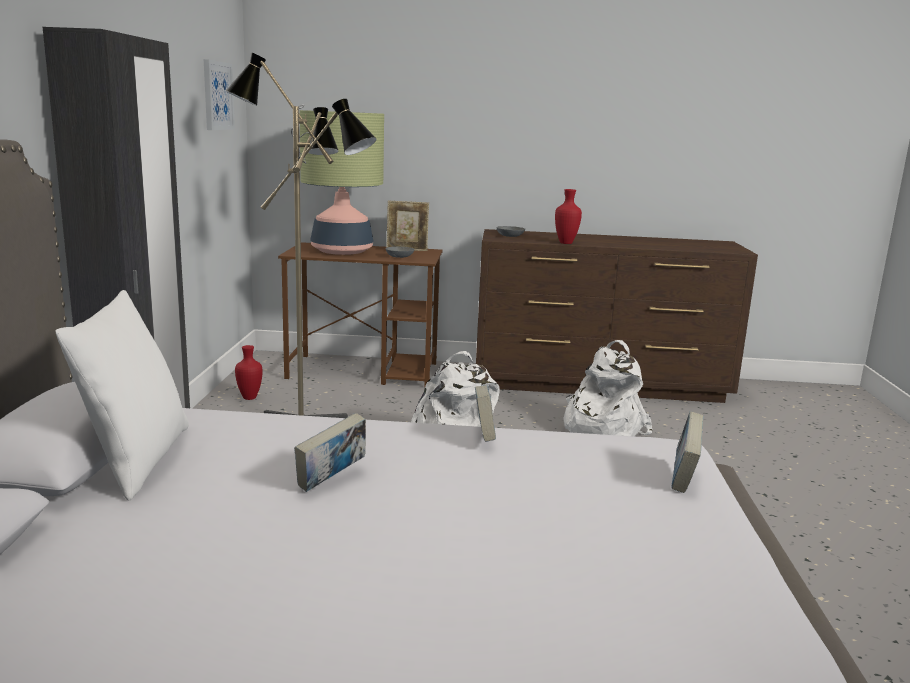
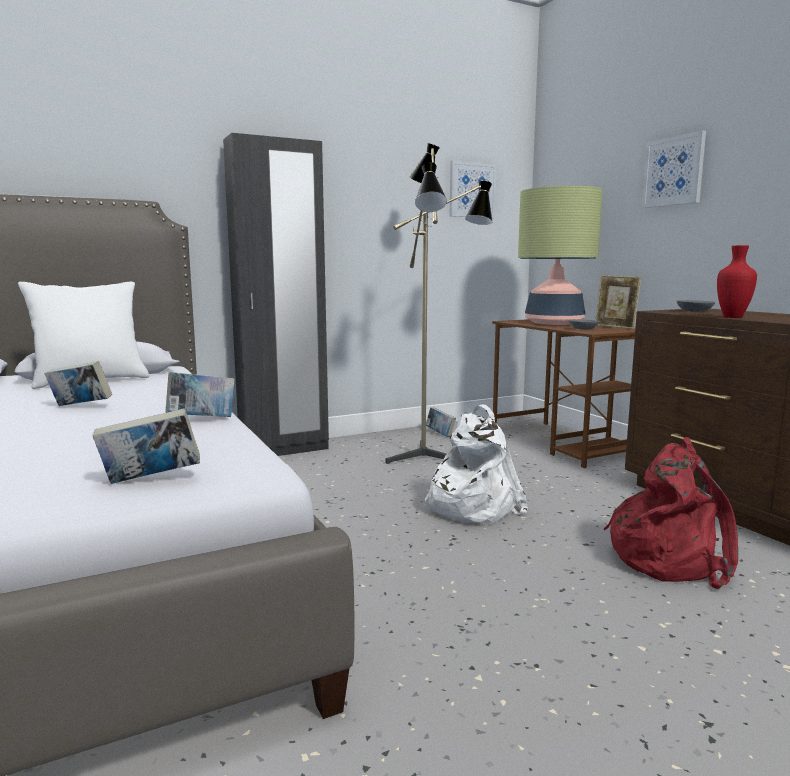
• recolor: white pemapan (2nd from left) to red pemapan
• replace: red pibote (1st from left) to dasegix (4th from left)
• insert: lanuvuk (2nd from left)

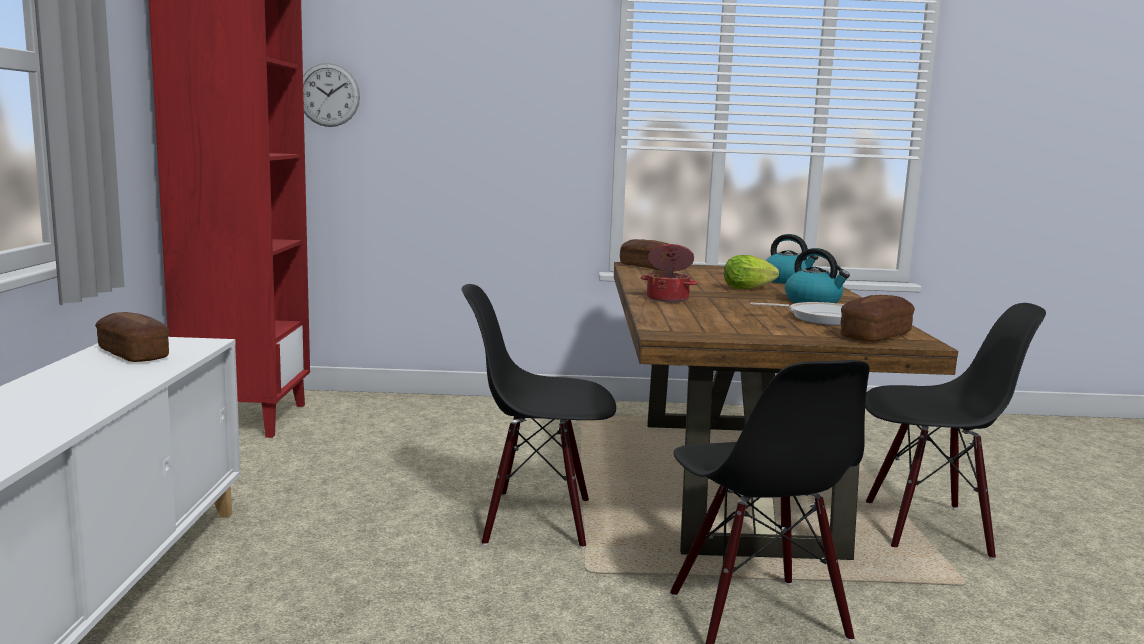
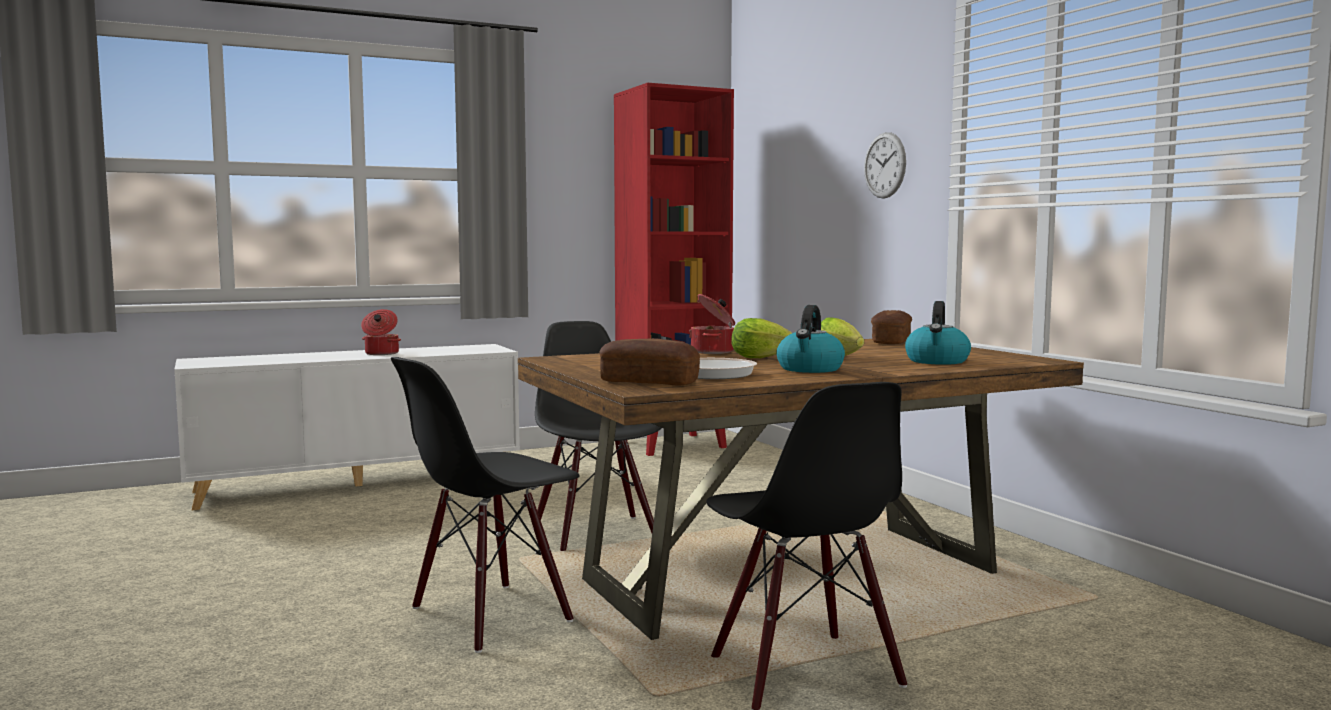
• move: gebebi
• delete: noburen (1st from left)
• insert: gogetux (1st from left)
• insert: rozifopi (1st from left)

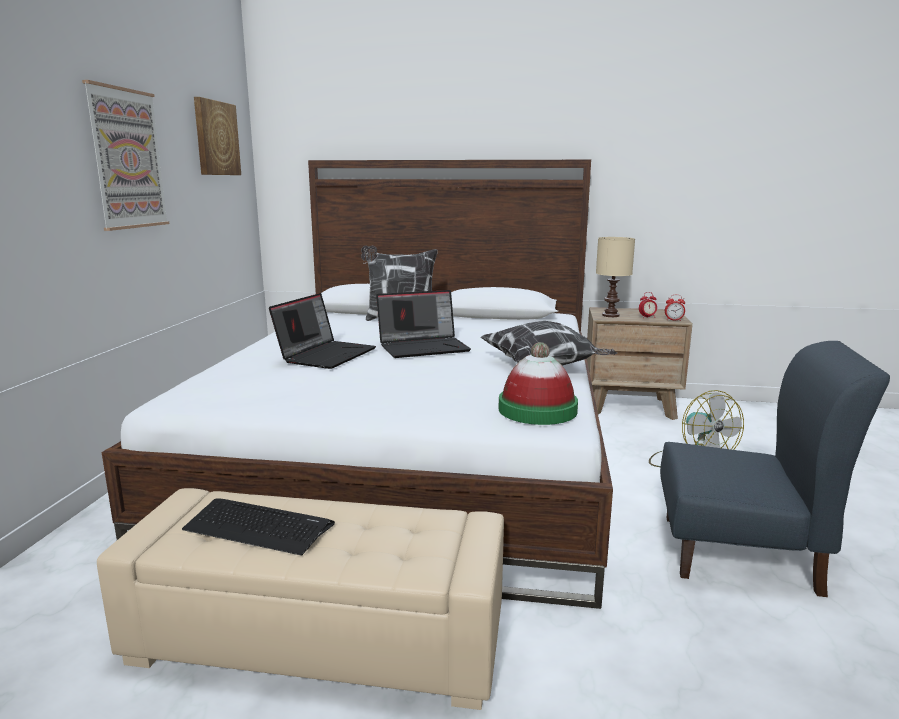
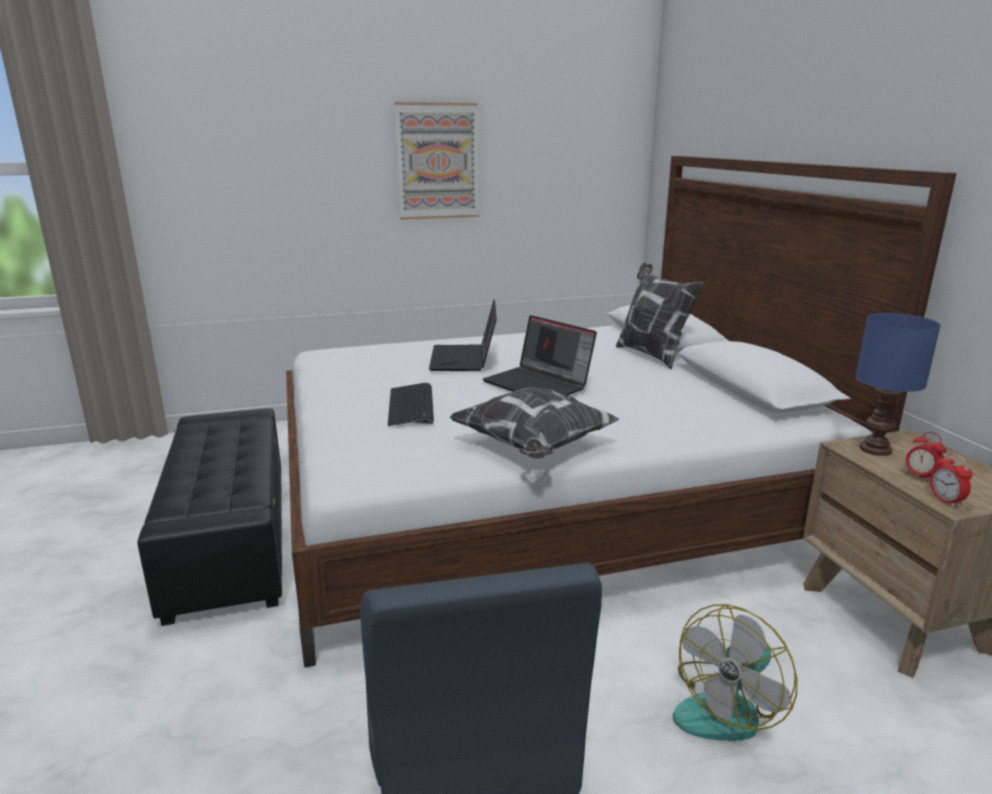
• delete: lanuvuk (2nd from left)
• recolor: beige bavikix to blue bavikix
• rotate: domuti (1st from left) 90 degrees clockwise
• delete: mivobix
• recolor: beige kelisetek to black kelisetek
• move: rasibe

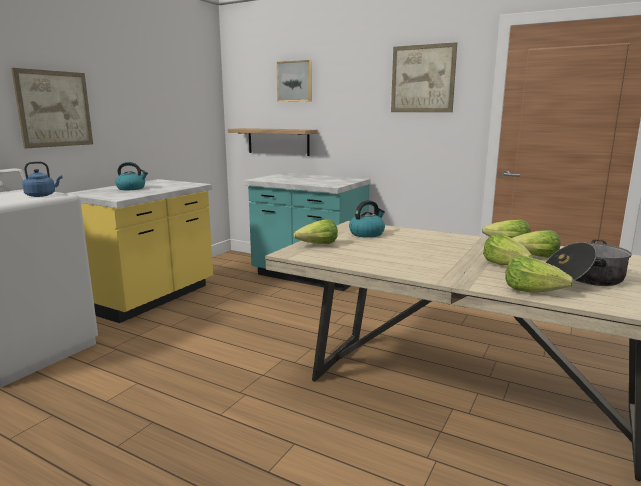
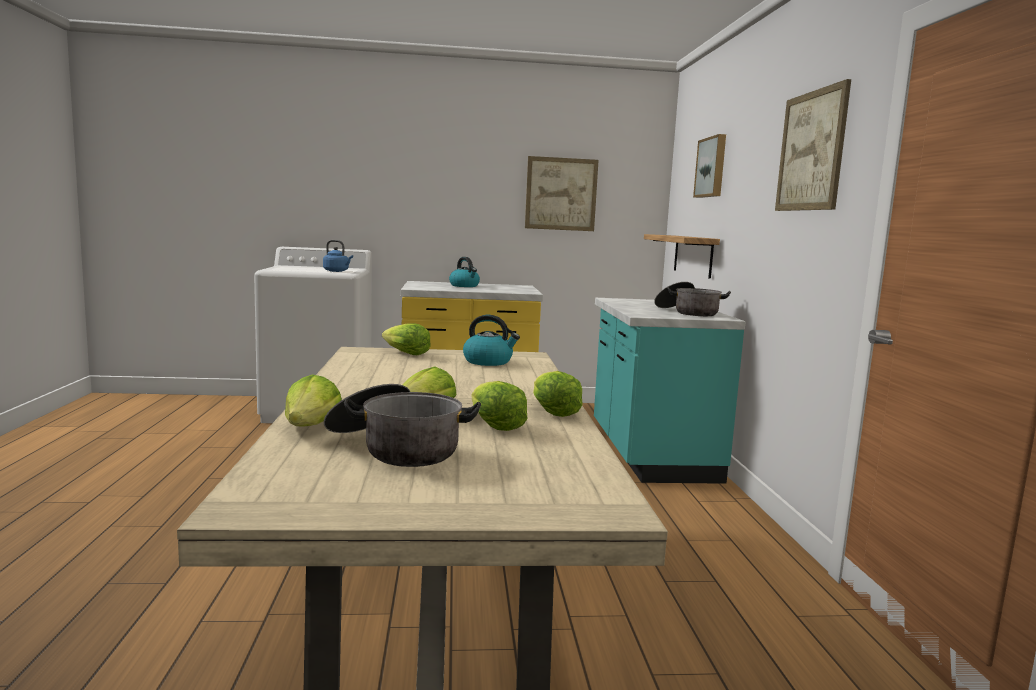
• move: lanuvuk (1st from left)
• insert: gogetux (2nd from left)

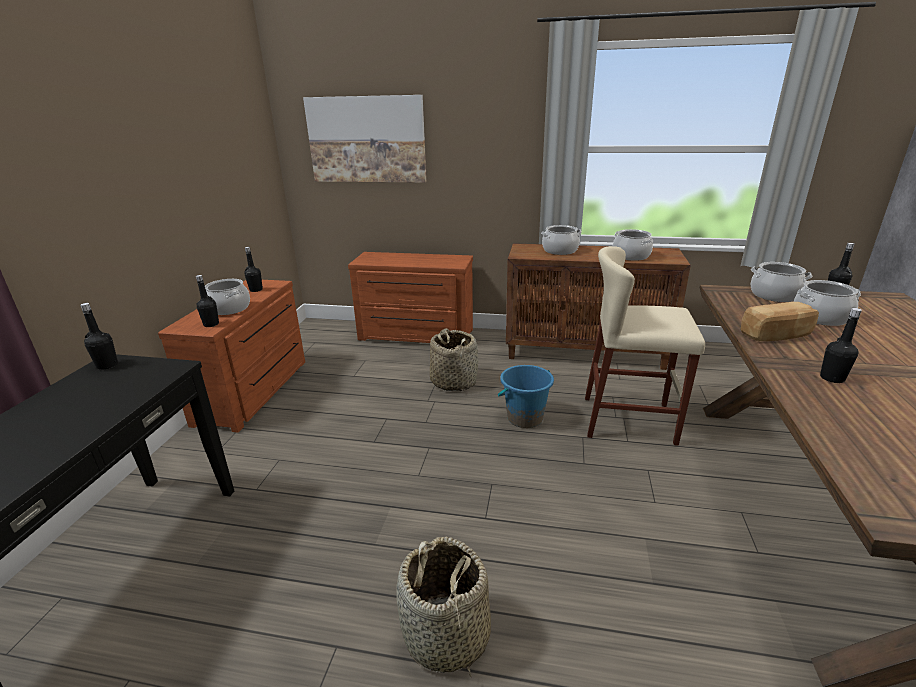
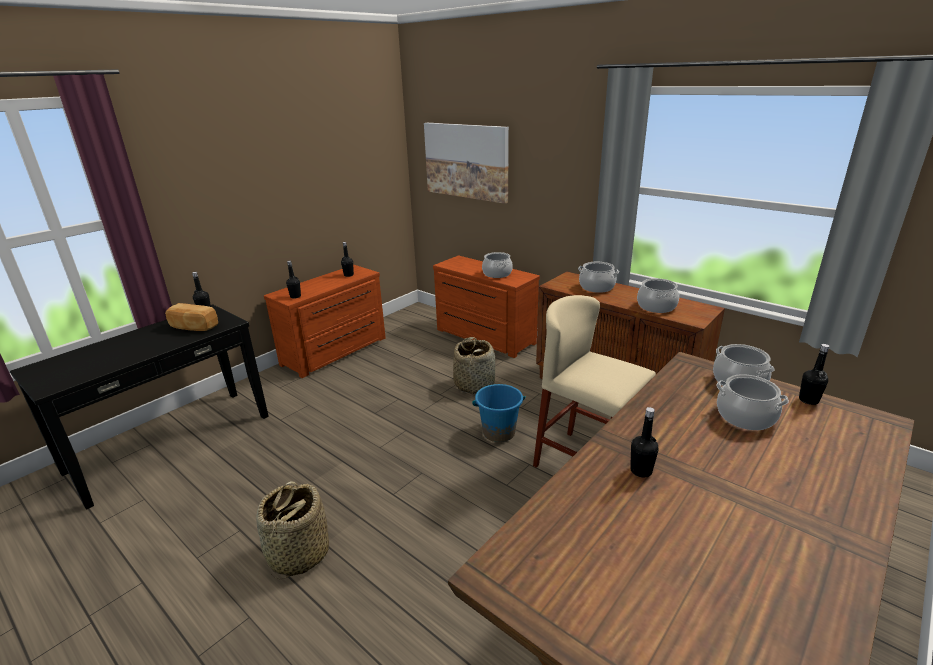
• move: gogetux (1st from left)
• move: noburen

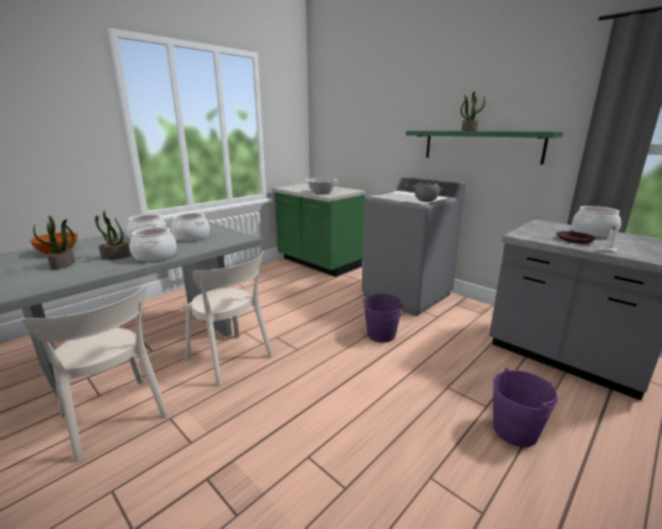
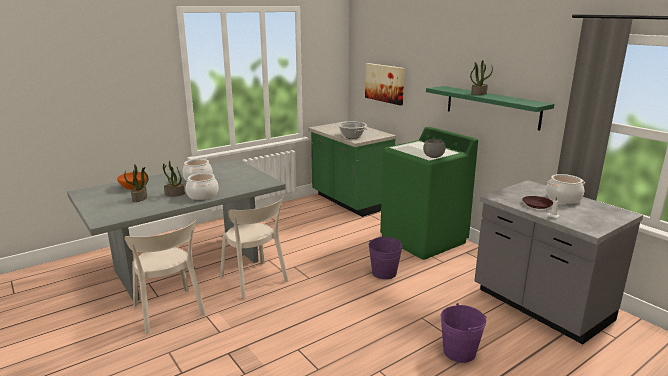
• recolor: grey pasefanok to green pasefanok
• delete: gogetux (3rd from left)
• insert: lanuvuk

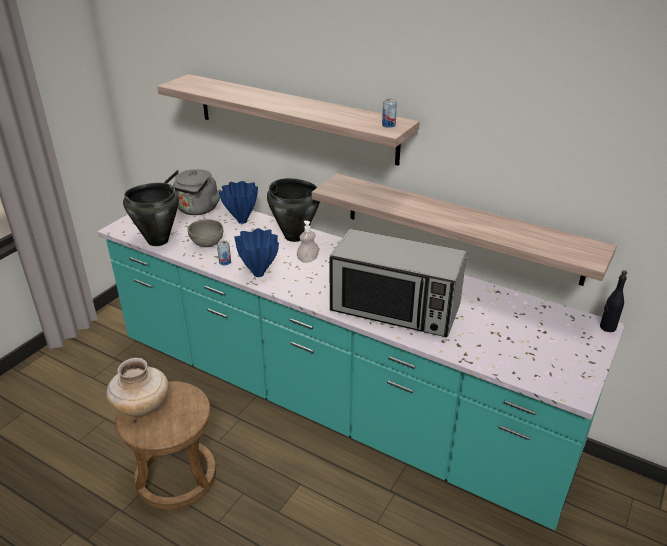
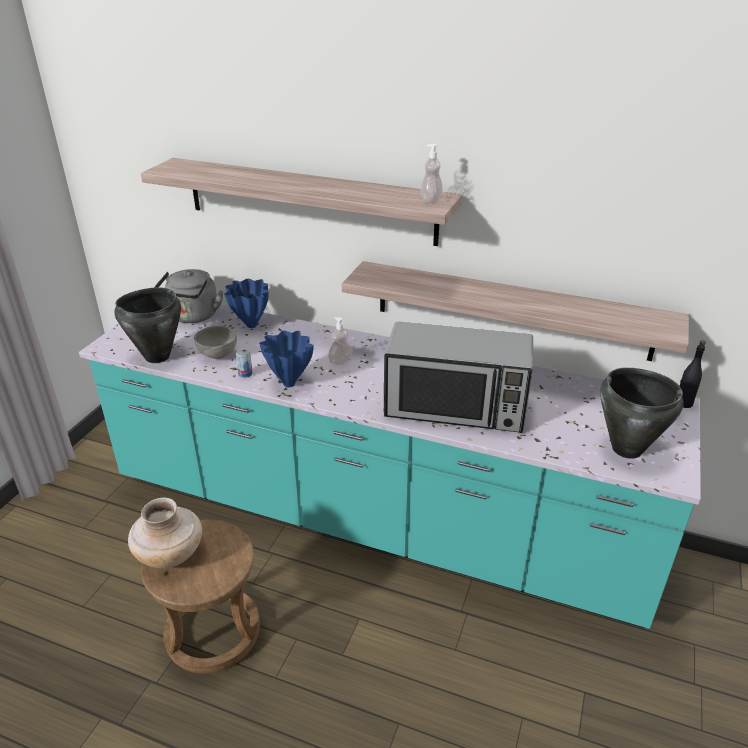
• replace: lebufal (2nd from left) to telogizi (2nd from left)
• move: black gogetux (2nd from left)

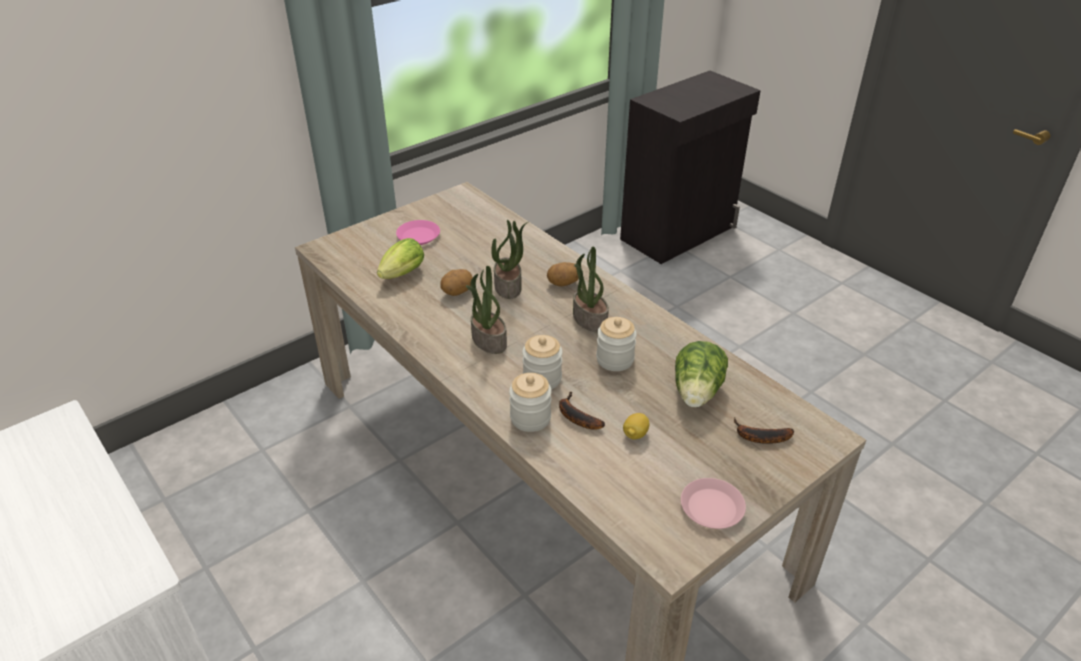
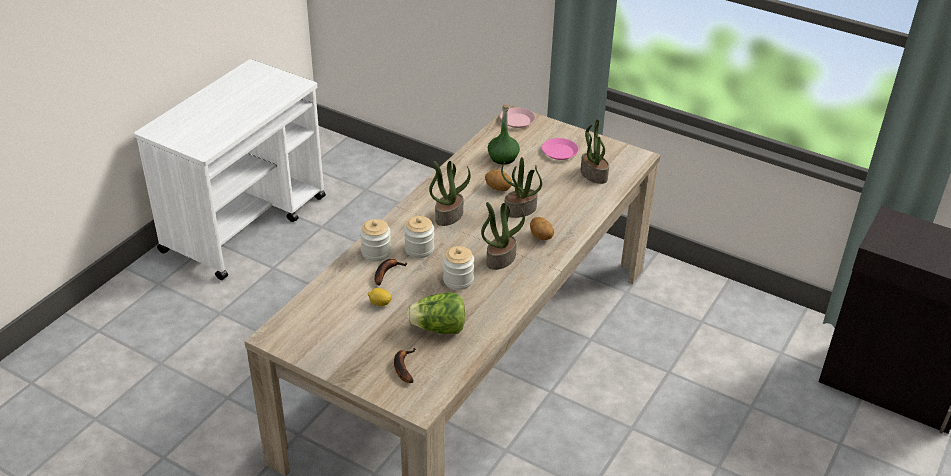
• replace: rozifopi (1st from left) to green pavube
• move: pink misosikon (2nd from left in the first image) to pink misosikon (1st from left)
• insert: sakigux (4th from left)

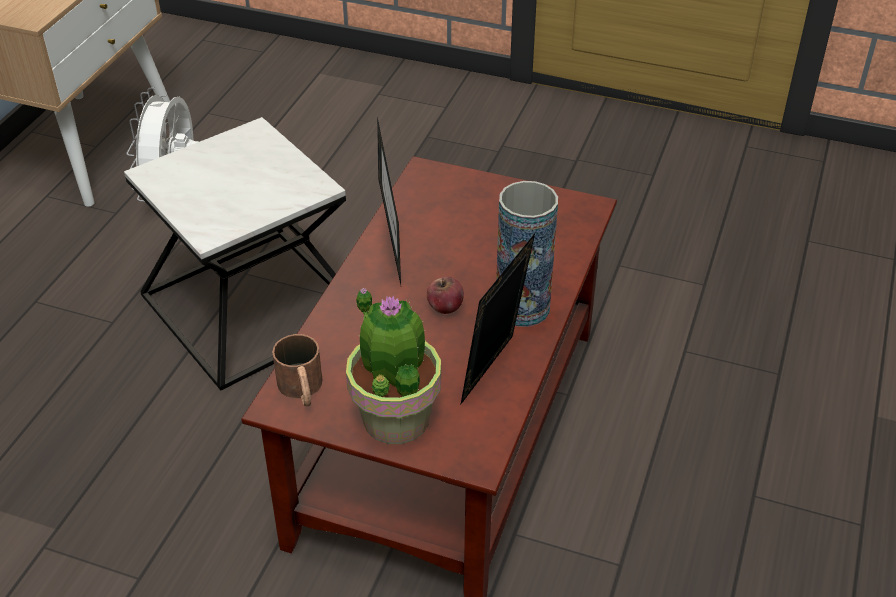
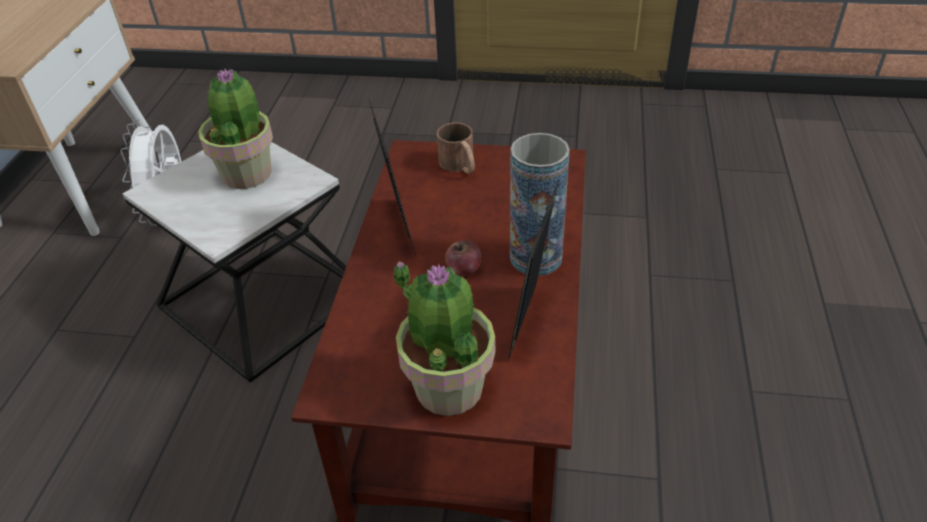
• move: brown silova
• insert: sakigux (1st from left)

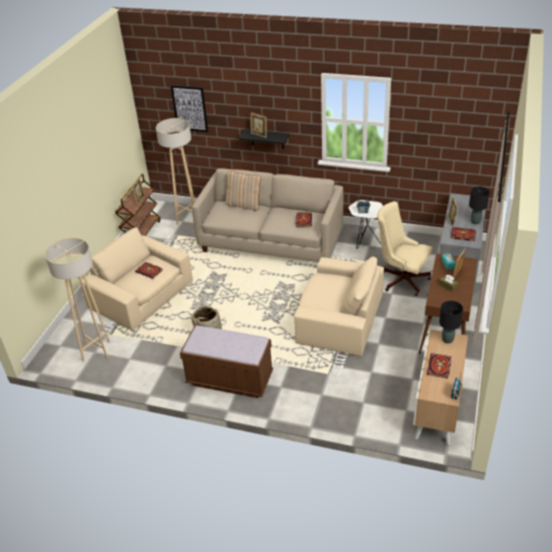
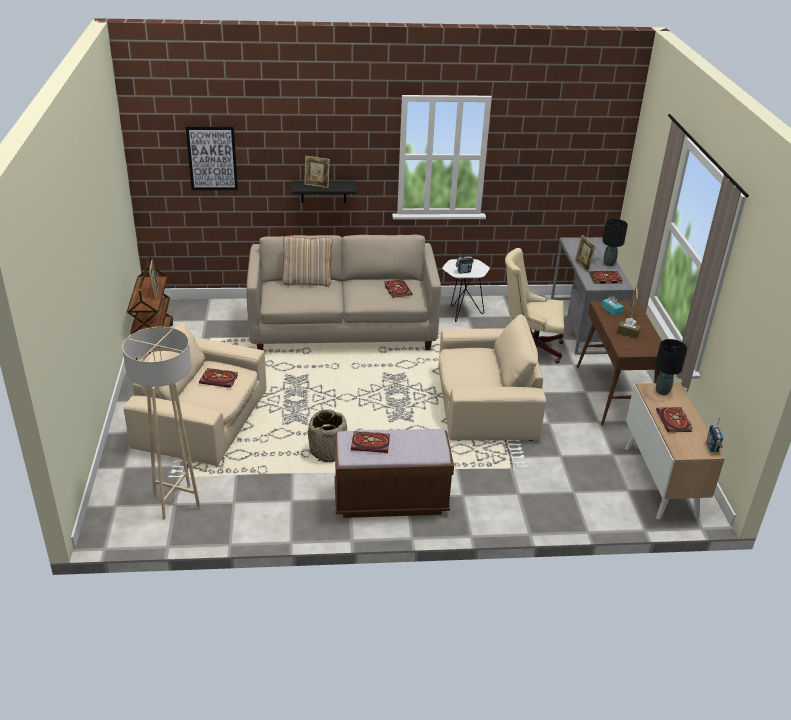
• delete: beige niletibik (2nd from left)
• insert: dasegix (2nd from left)

